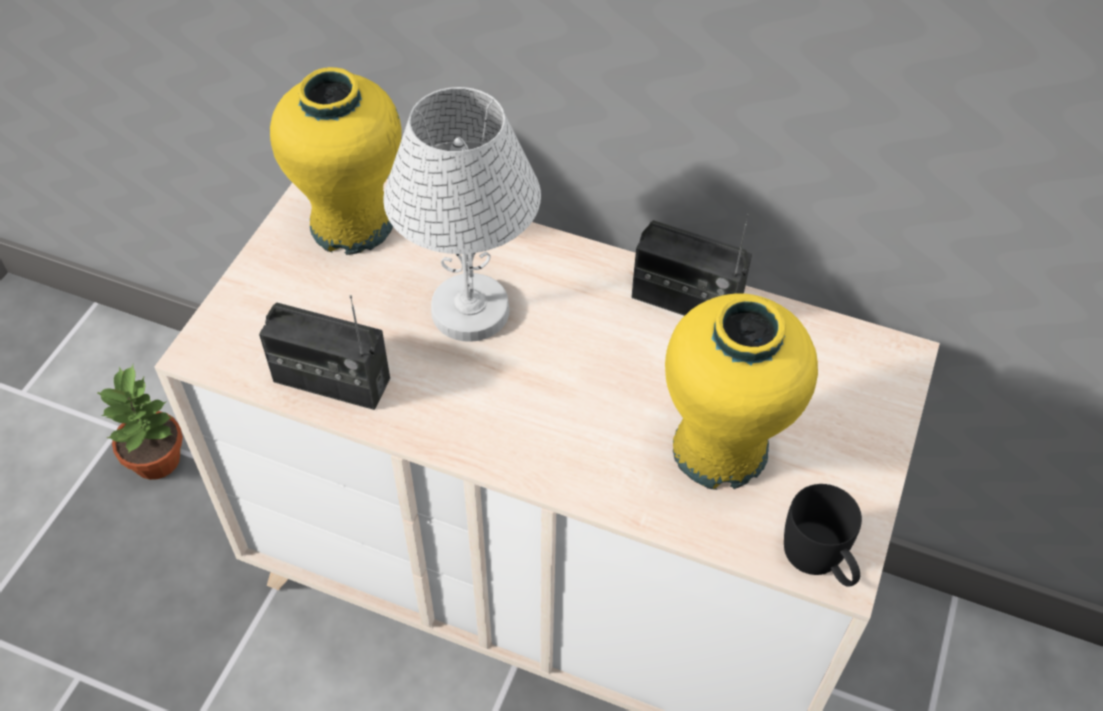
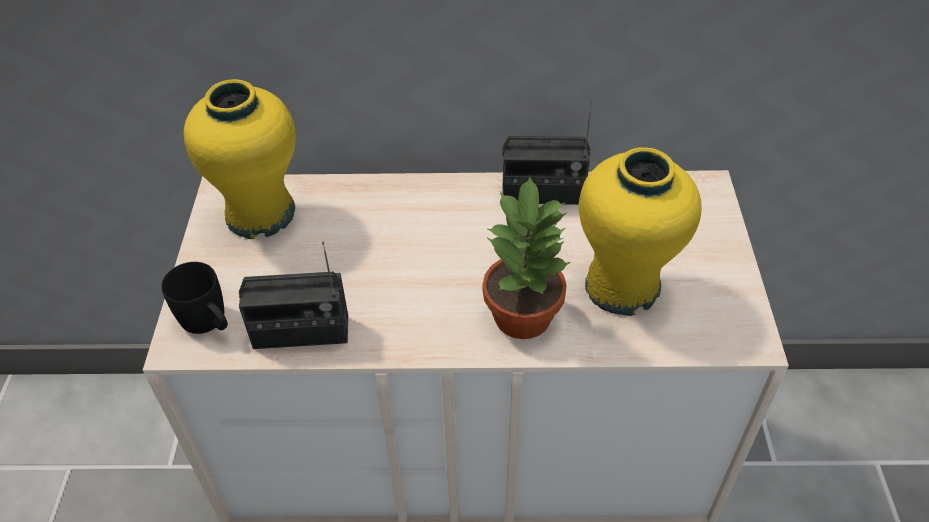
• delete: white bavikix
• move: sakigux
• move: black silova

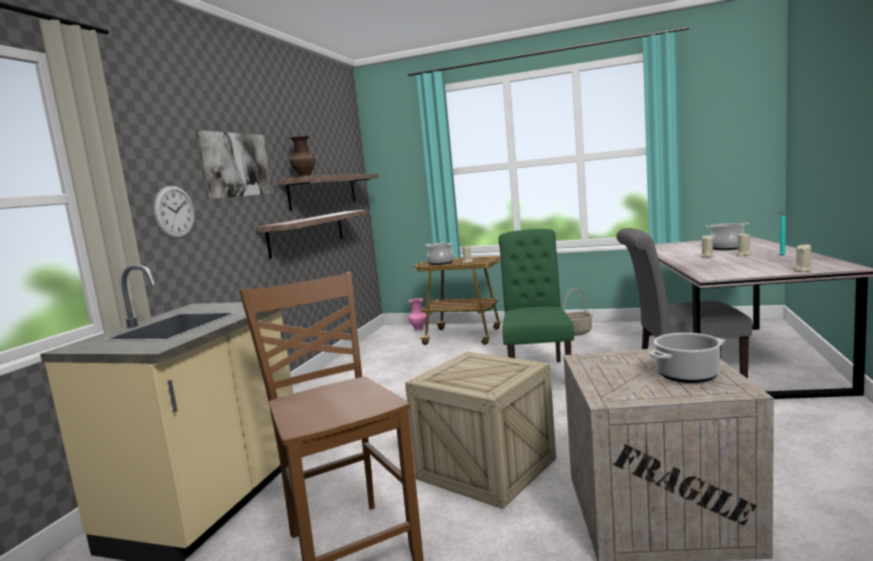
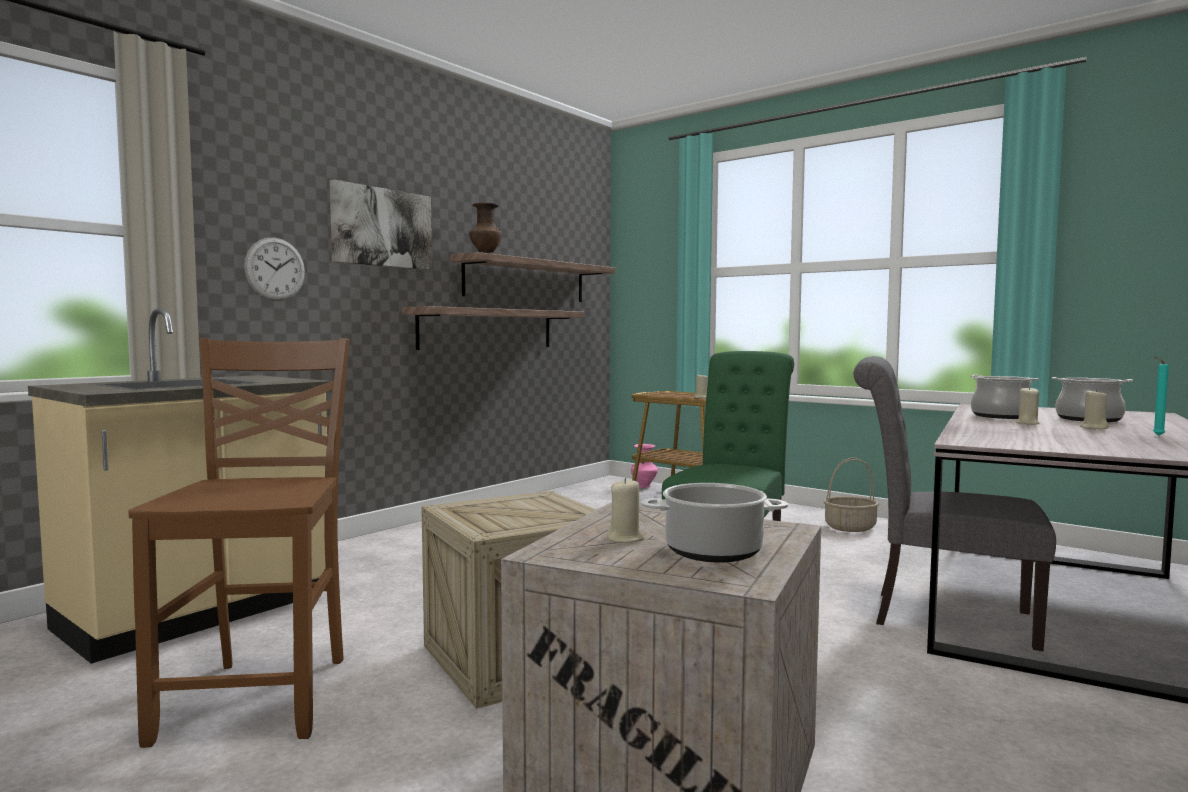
• move: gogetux (1st from left in the first image) to gogetux (2nd from left)
• move: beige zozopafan (4th from left in the first image) to beige zozopafan (1st from left)

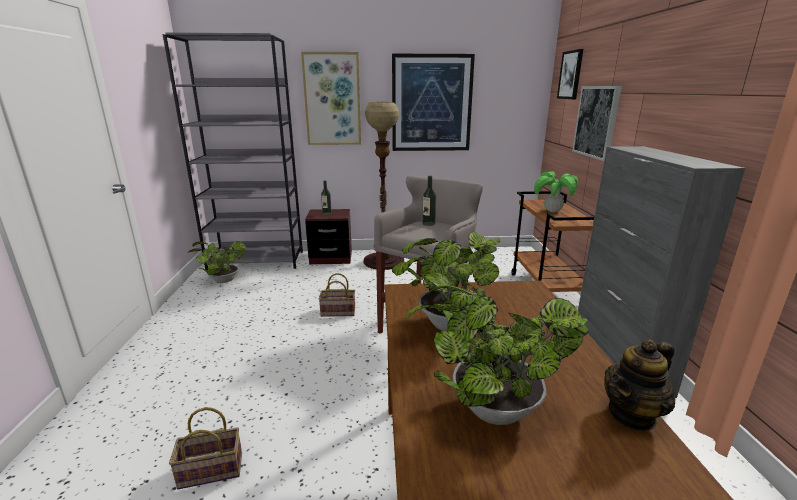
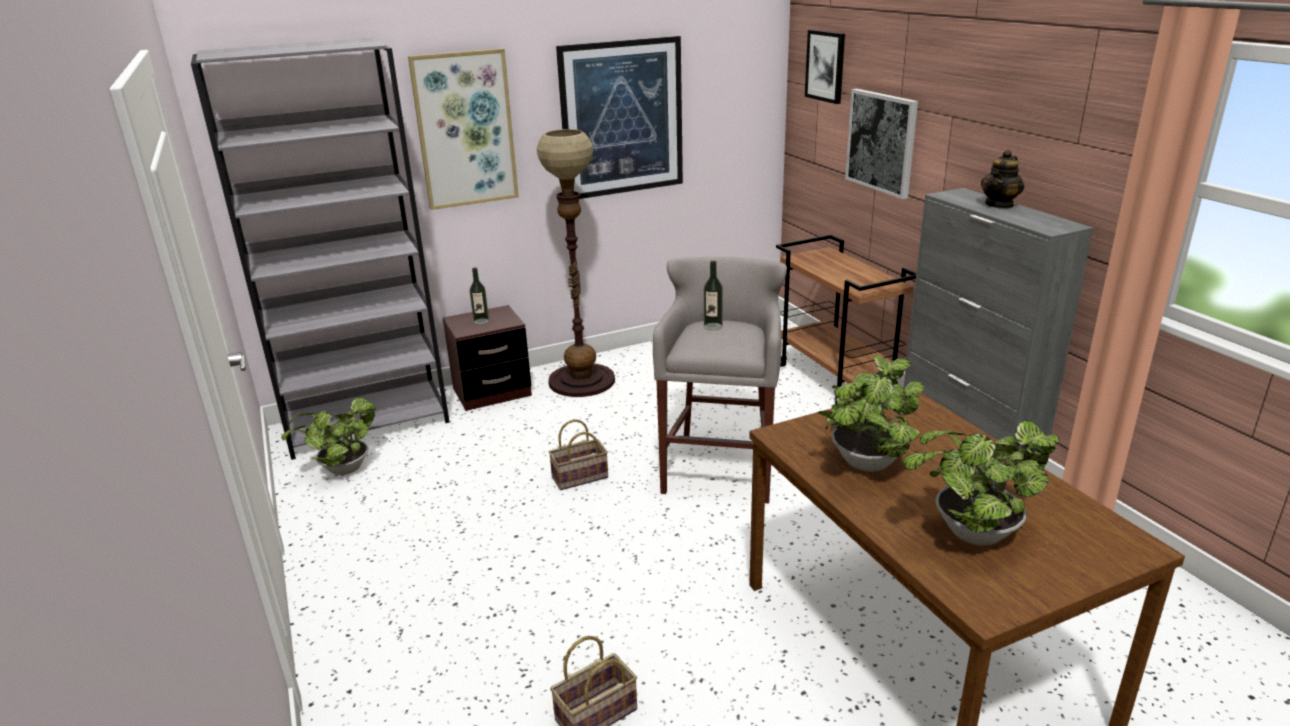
• delete: sakigux (4th from left)
• move: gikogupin

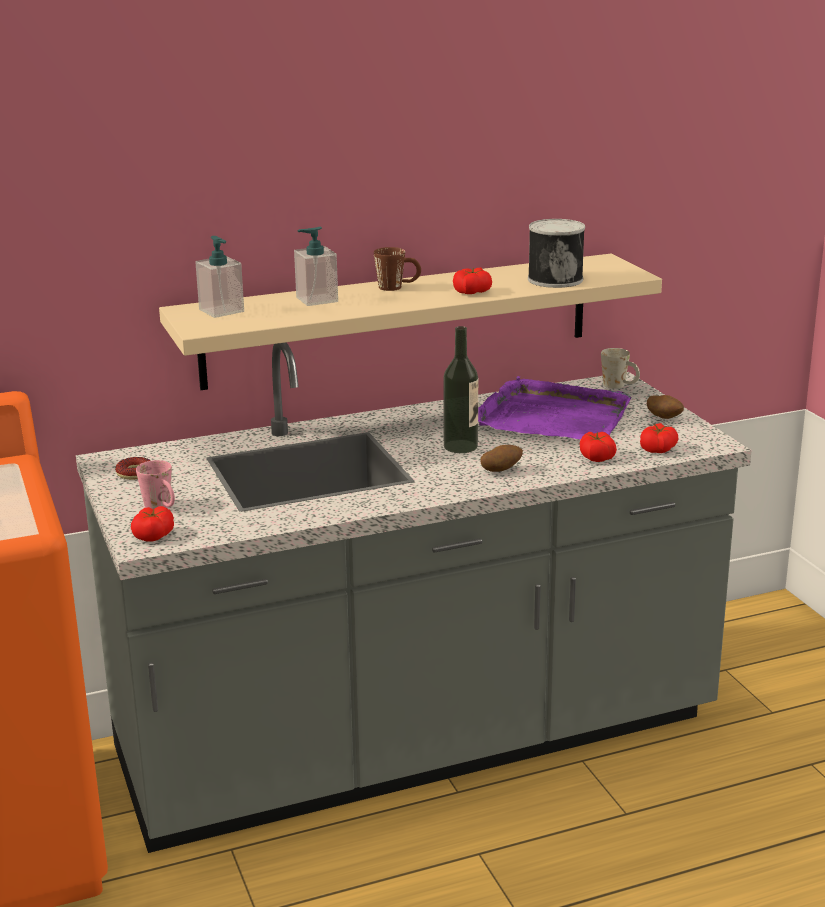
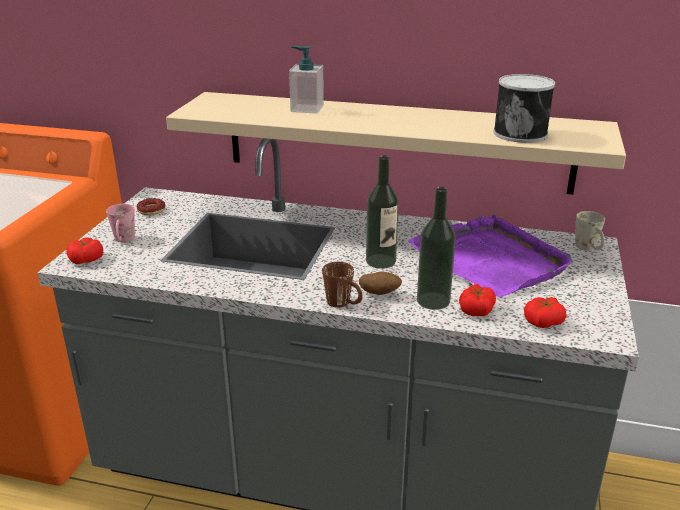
• delete: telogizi (1st from left)
• move: brown silova
• delete: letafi (2nd from left)
• delete: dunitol (2nd from left)
• insert: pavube (2nd from left)

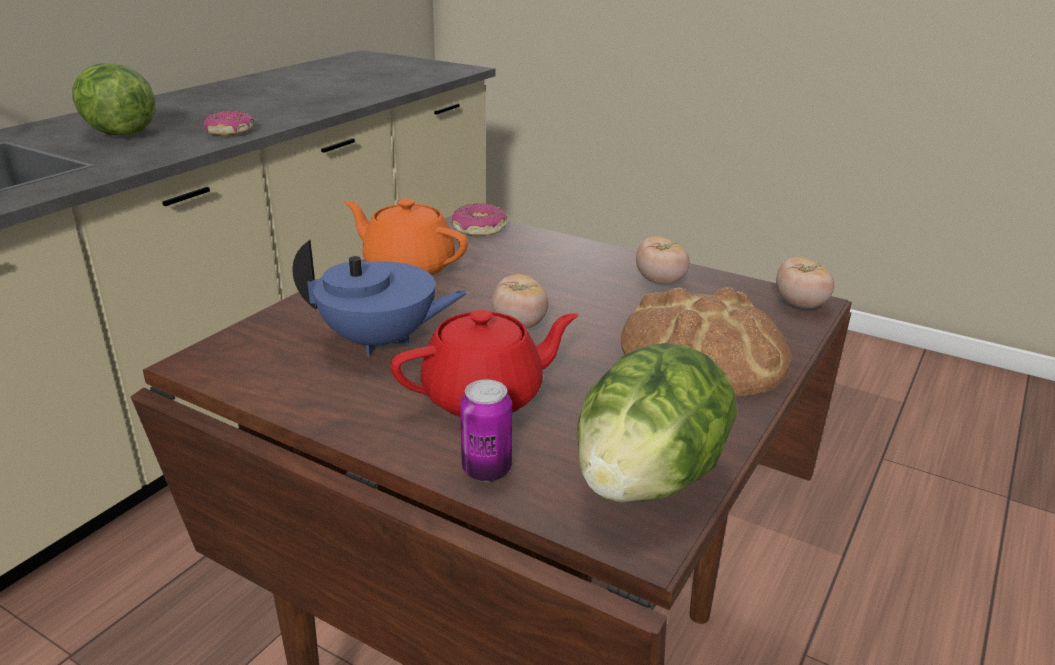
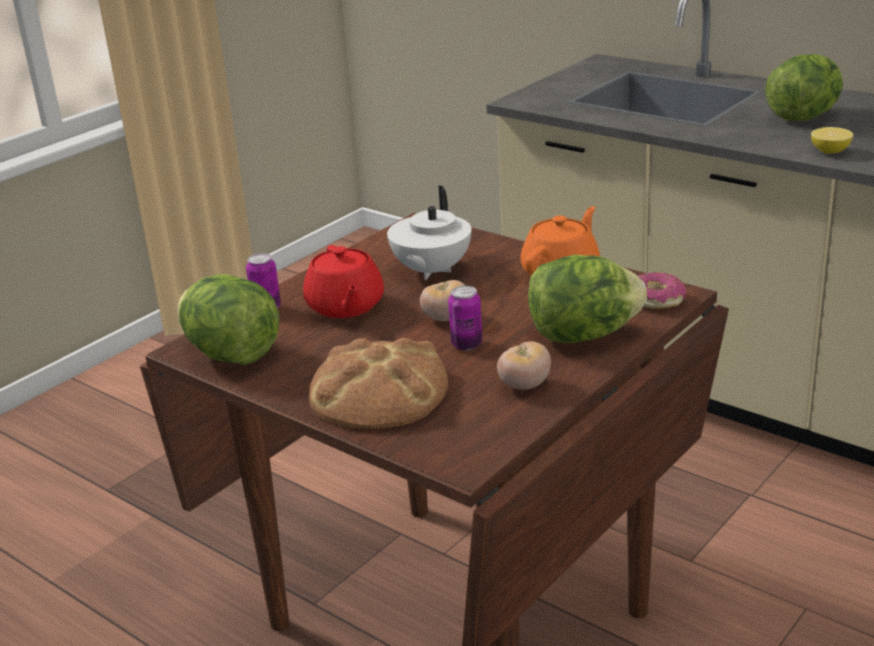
• replace: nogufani (1st from left) to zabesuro
• recolor: blue gikogupin to white gikogupin
• delete: letafi (3rd from left)
• insert: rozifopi (2nd from left)
• insert: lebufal (2nd from left)

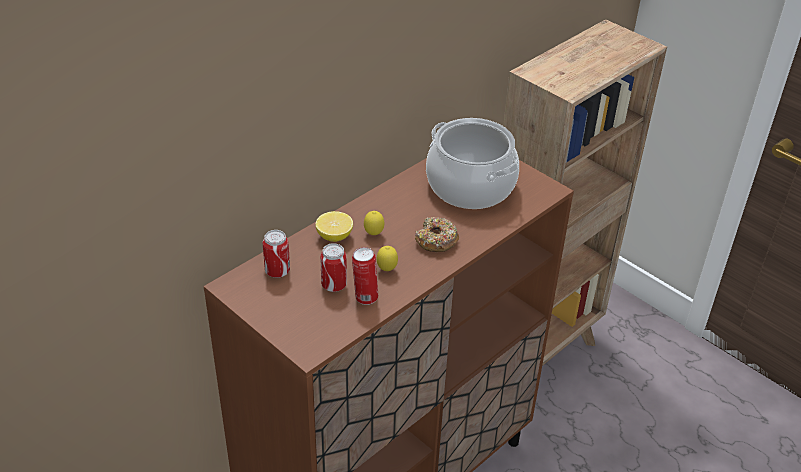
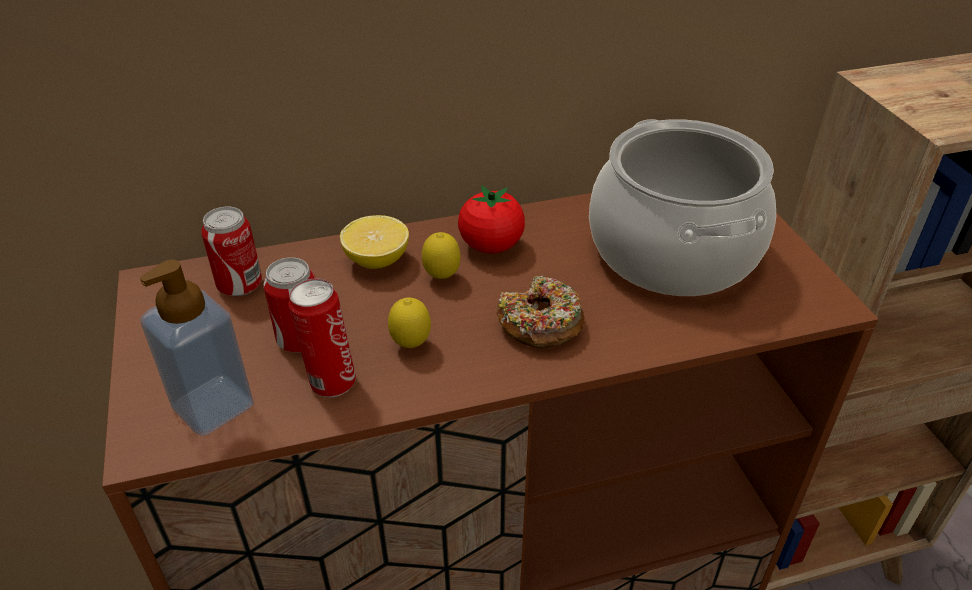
• insert: letafi
• insert: telogizi

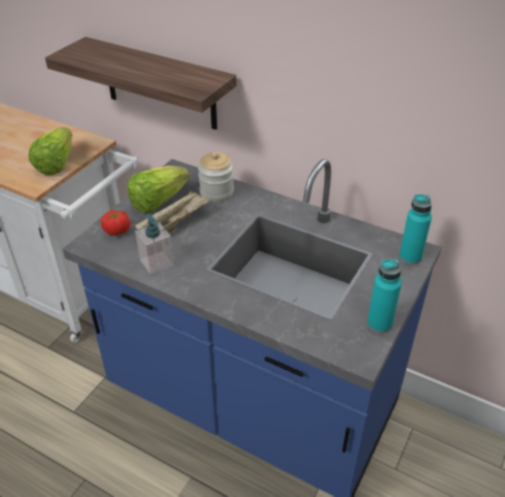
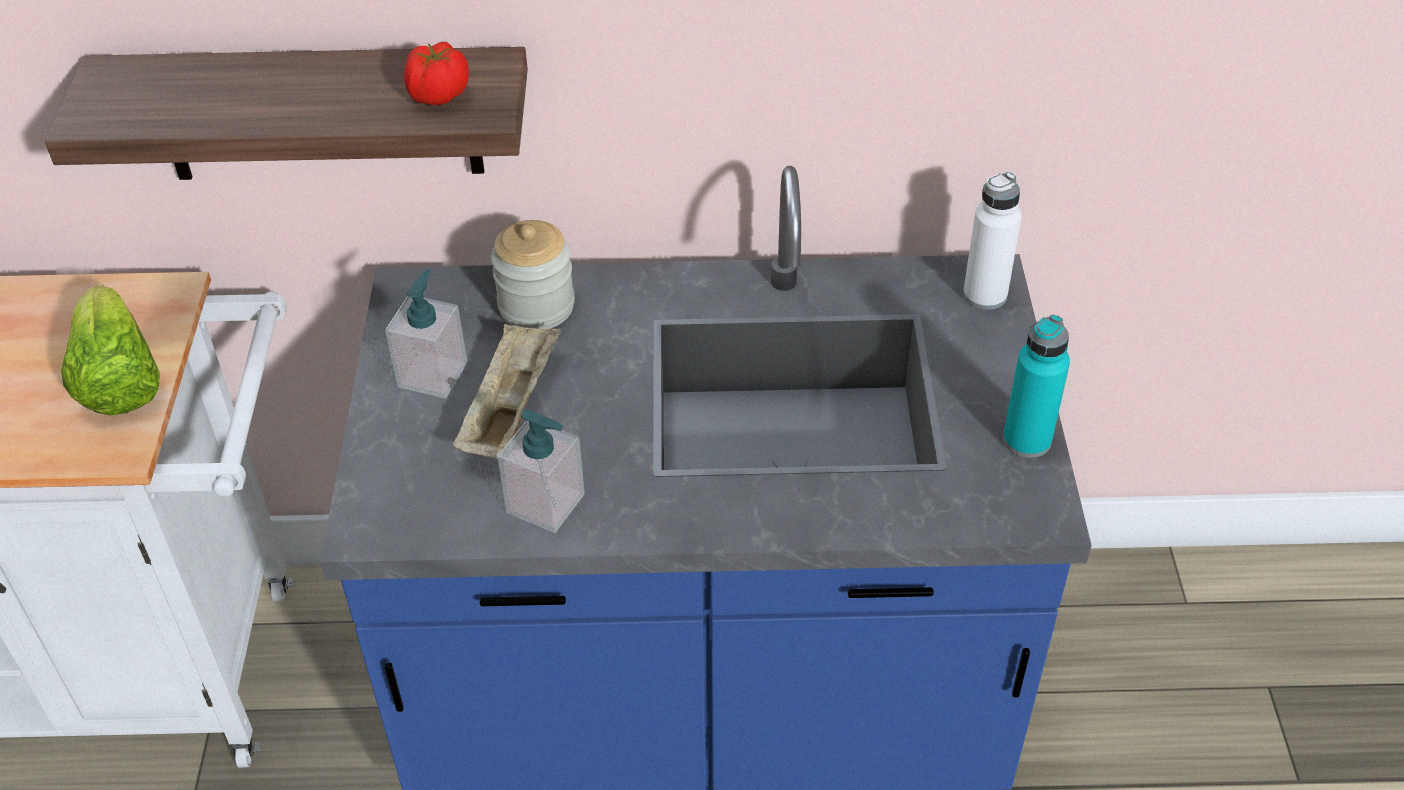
• replace: rozifopi (2nd from left) to telogizi (1st from left)
• recolor: turquoise pavube (2nd from left) to white pavube
• move: letafi

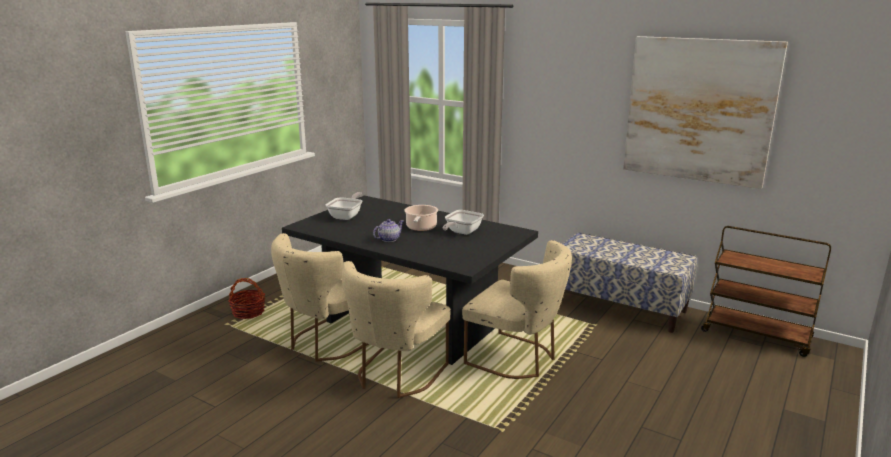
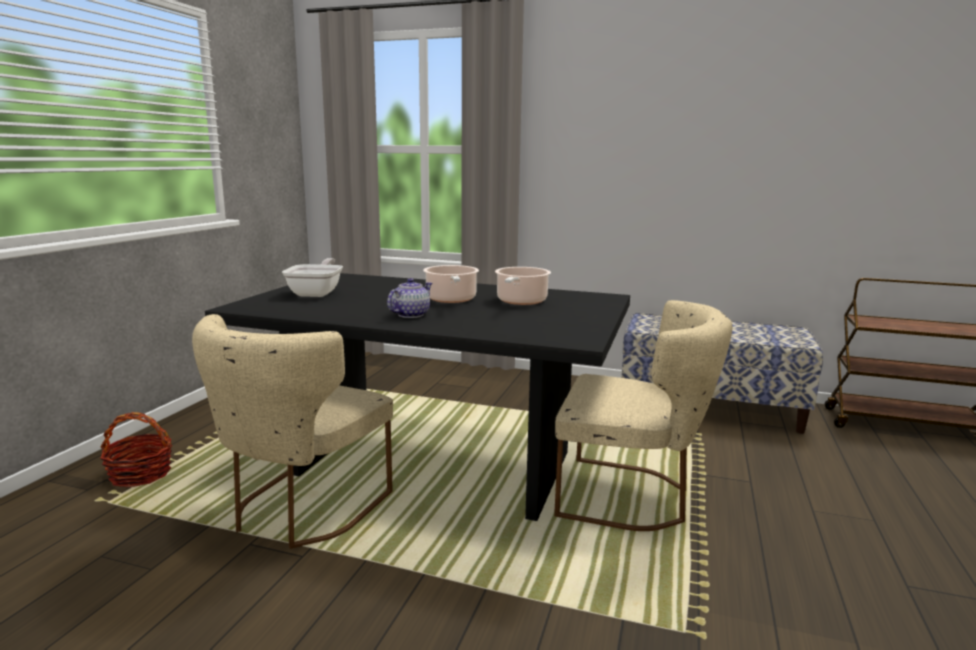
• delete: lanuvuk
• replace: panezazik (2nd from left) to gogetux (2nd from left)
• delete: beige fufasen (2nd from left)

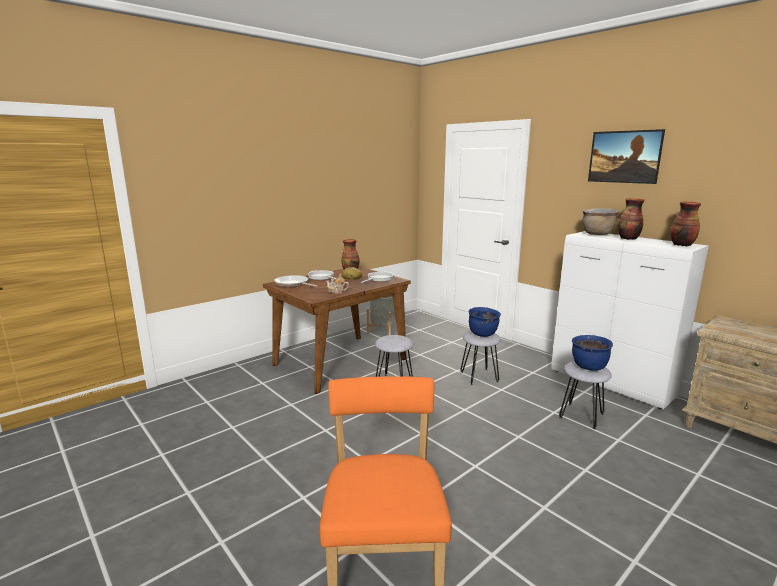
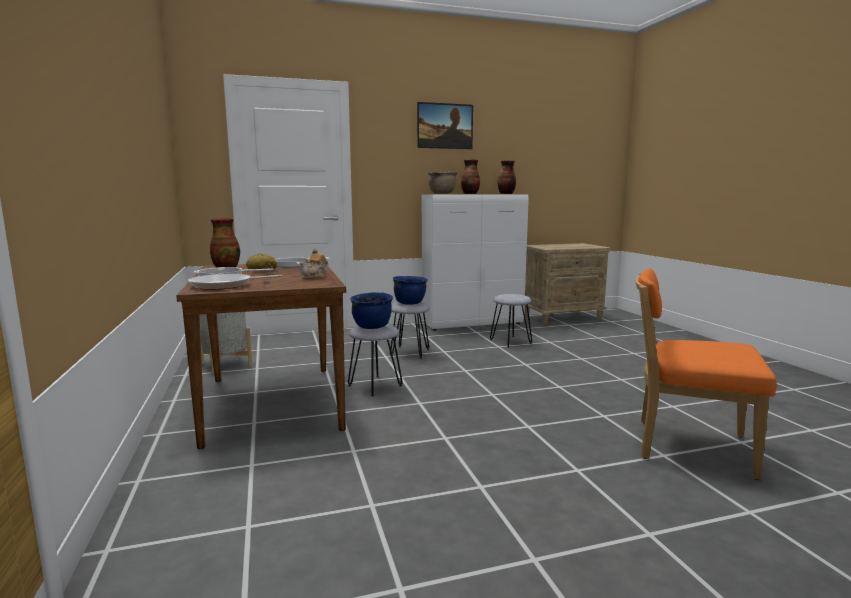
• move: blue gogetux (2nd from left in the first image) to blue gogetux (1st from left)

